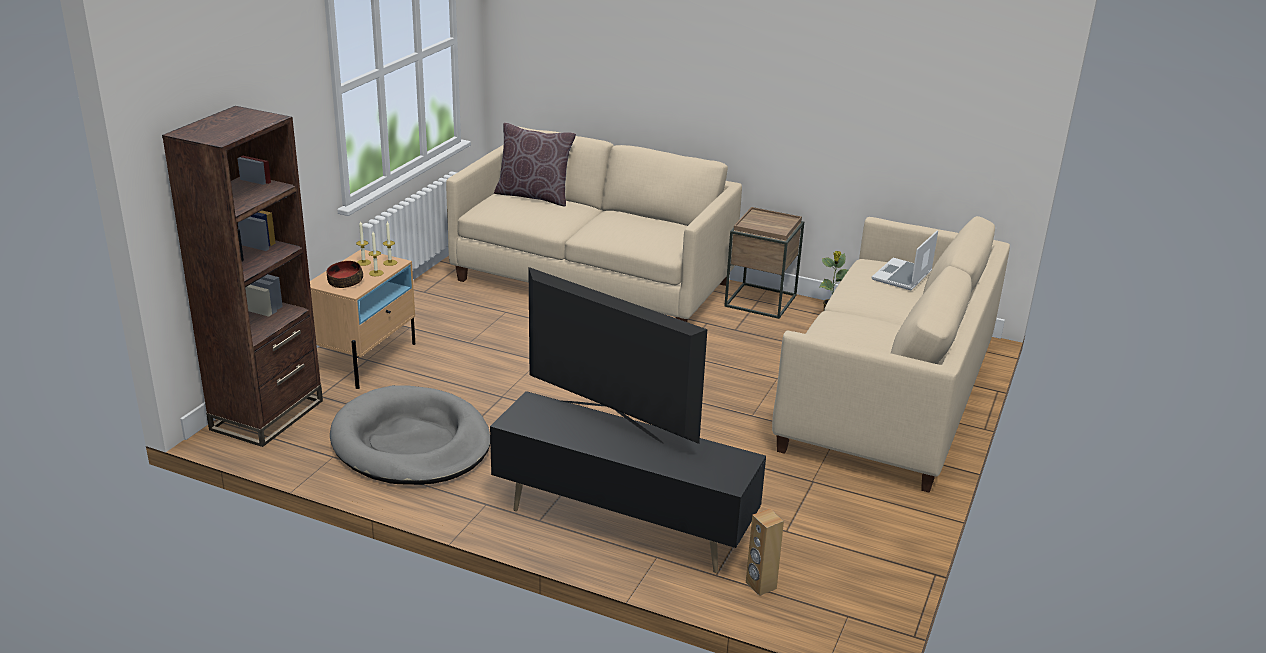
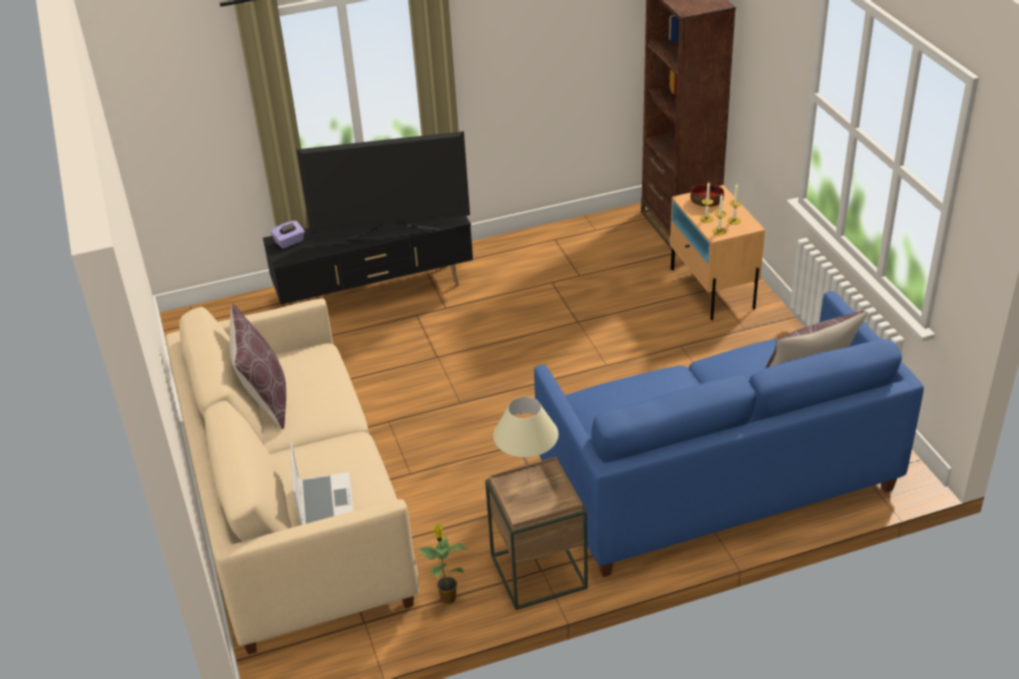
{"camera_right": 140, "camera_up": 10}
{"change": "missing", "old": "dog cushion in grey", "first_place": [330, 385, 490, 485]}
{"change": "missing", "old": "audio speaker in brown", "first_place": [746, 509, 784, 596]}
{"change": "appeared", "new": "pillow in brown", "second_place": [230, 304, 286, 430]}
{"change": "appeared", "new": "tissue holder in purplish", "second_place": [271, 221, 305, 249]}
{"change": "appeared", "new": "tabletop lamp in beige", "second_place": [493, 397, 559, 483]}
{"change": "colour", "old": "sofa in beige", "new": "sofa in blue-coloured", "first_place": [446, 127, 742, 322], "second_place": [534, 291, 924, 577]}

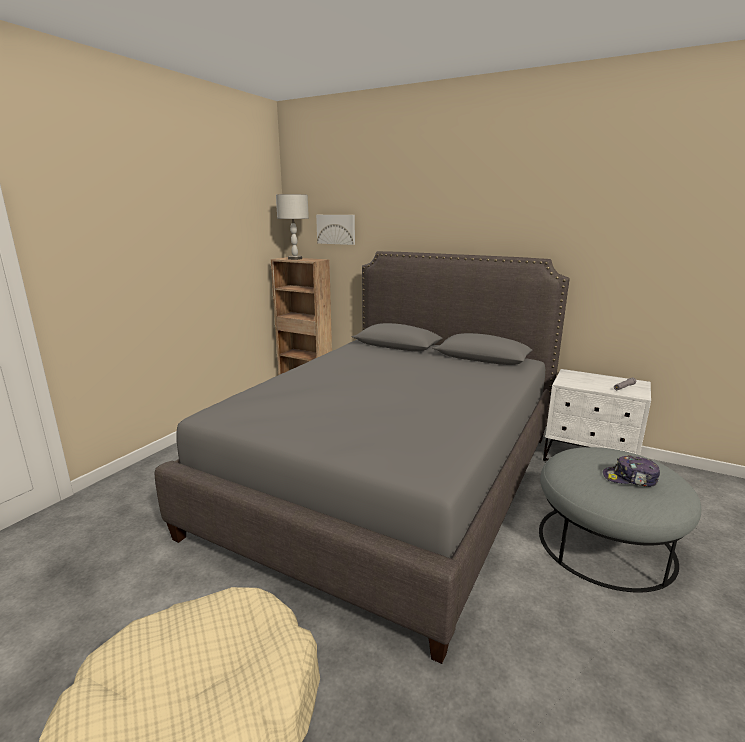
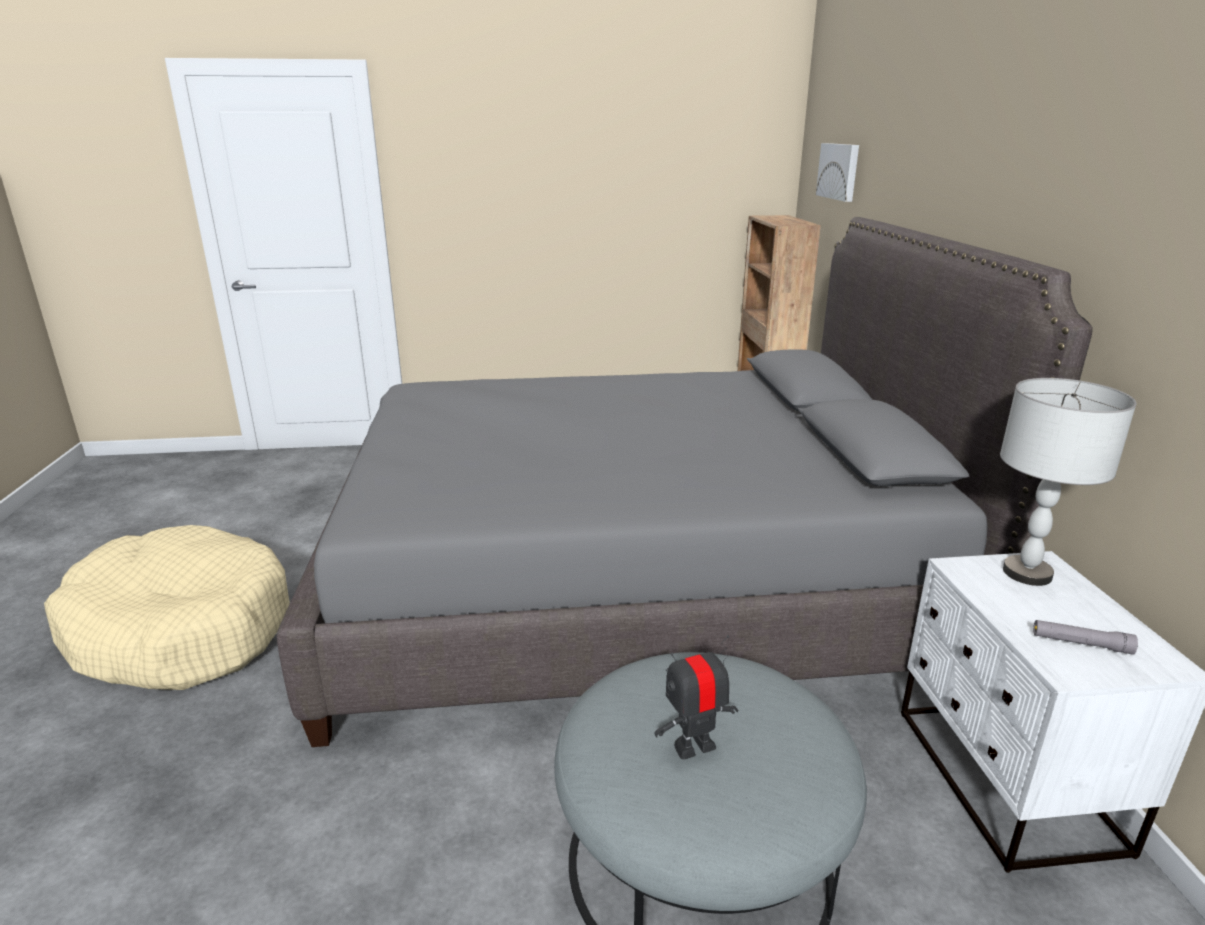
{"camera_right": 55, "camera_up": 5}
{"change": "relocated", "old": "tabletop lamp in grey", "first_place": [276, 194, 309, 260], "second_place": [1000, 378, 1137, 586]}
{"change": "exchanged", "old": "peaked cap", "new": "model robot", "first_place": [603, 455, 660, 487], "second_place": [654, 635, 738, 760]}

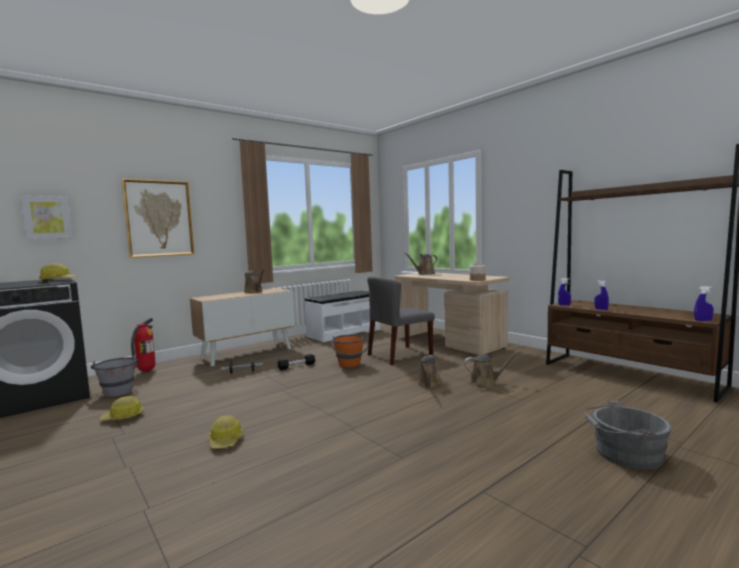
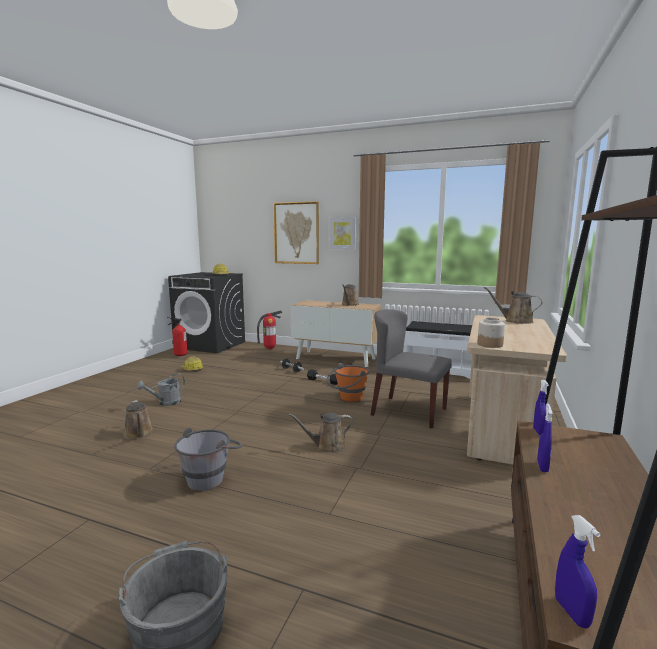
{"camera_right": 60, "camera_up": 5}
{"change": "appeared", "new": "fire extinguisher", "second_place": [167, 317, 187, 356]}
{"change": "relocated", "old": "wall picture", "first_place": [21, 195, 73, 240], "second_place": [329, 217, 356, 250]}
{"change": "relocated", "old": "bucket in grey", "first_place": [91, 355, 139, 397], "second_place": [174, 428, 242, 491]}
{"change": "relocated", "old": "watering pot in brown", "first_place": [464, 351, 519, 388], "second_place": [124, 400, 154, 439]}
{"change": "exchanged", "old": "safety helmet", "new": "watering pot in grey", "first_place": [208, 415, 243, 449], "second_place": [137, 373, 185, 406]}

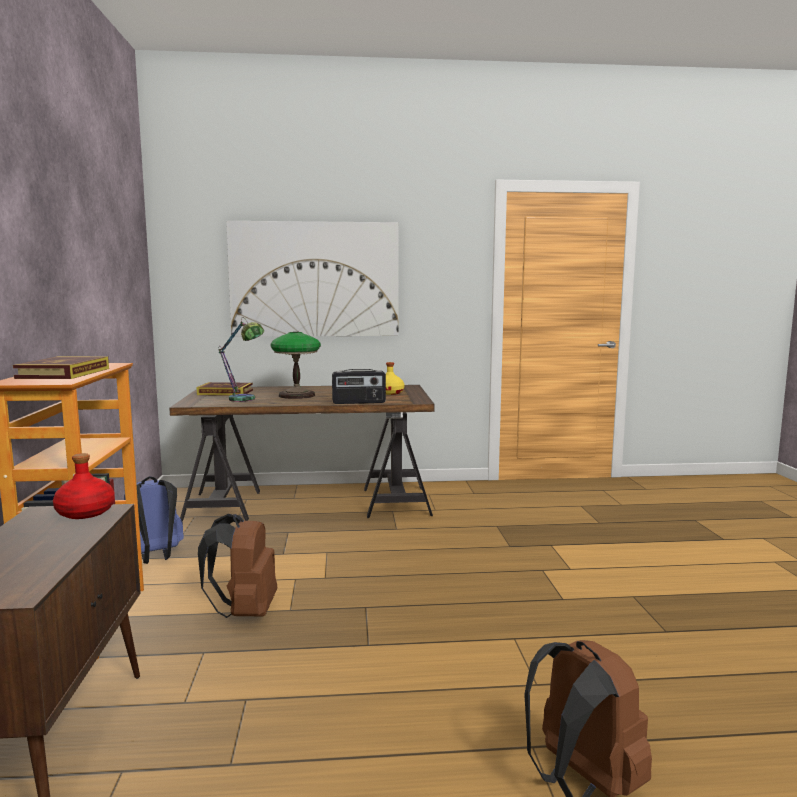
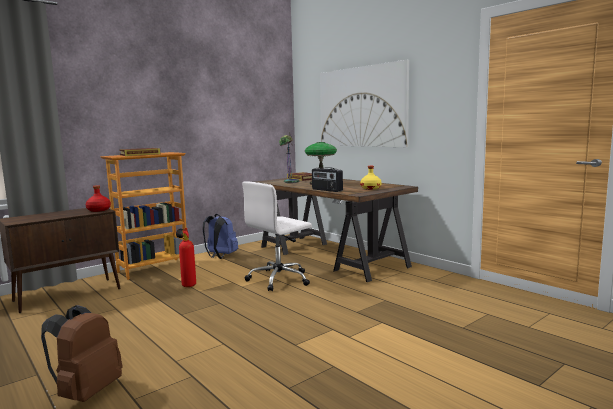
{"camera_right": 55, "camera_up": 0}
{"change": "appeared", "new": "computer chair in whitish", "second_place": [242, 181, 312, 291]}
{"change": "exchanged", "old": "backpack in brown", "new": "fire extinguisher", "first_place": [198, 514, 277, 618], "second_place": [176, 228, 196, 287]}

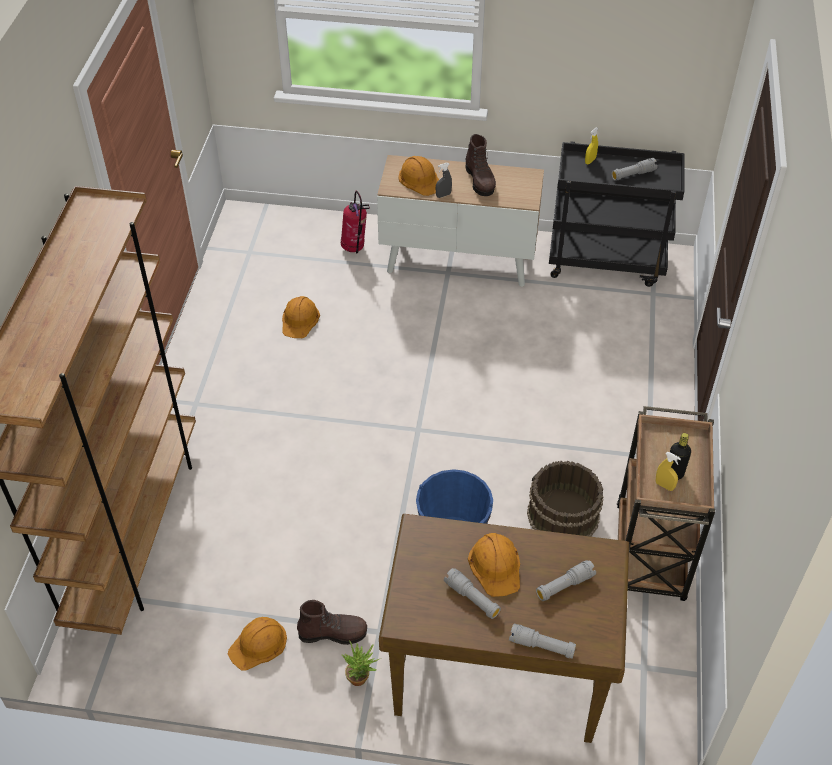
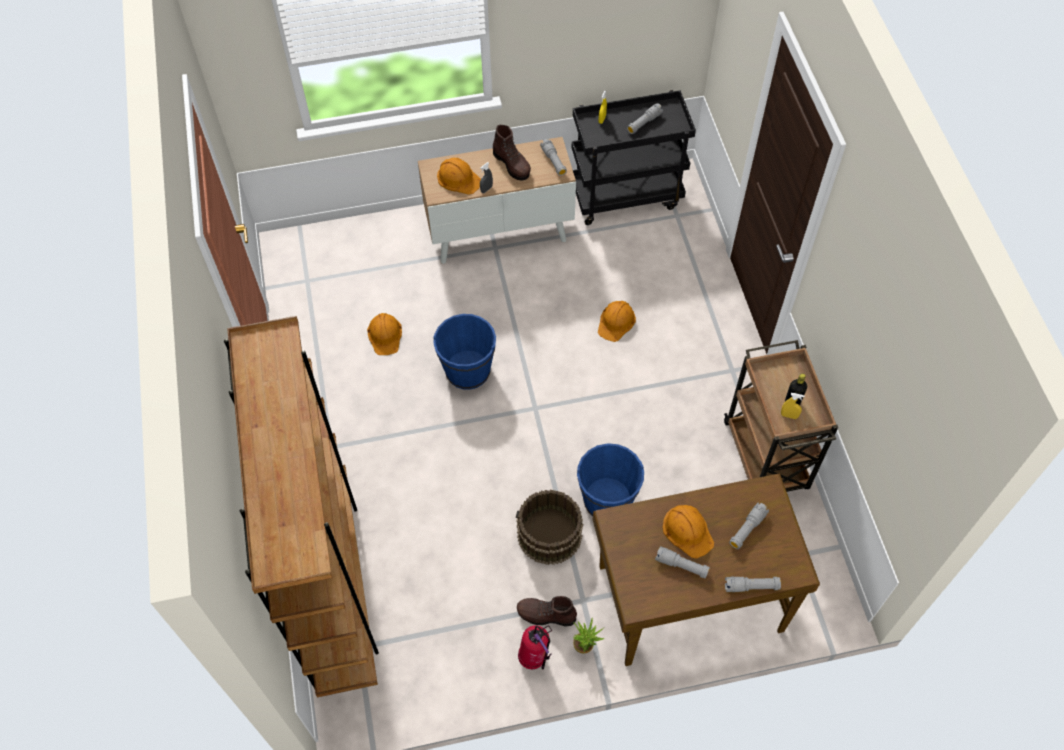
{"camera_right": -20, "camera_up": 10}
{"change": "appeared", "new": "bucket in blue-coloured", "second_place": [433, 314, 496, 390]}
{"change": "appeared", "new": "flashlight in grey", "second_place": [540, 139, 567, 176]}
{"change": "relocated", "old": "safety helmet in orangey", "first_place": [228, 617, 287, 671], "second_place": [598, 301, 636, 342]}
{"change": "relocated", "old": "fire extinguisher", "first_place": [341, 191, 370, 254], "second_place": [518, 625, 552, 669]}
{"change": "relocated", "old": "bucket in brown", "first_place": [527, 461, 604, 537], "second_place": [516, 489, 583, 565]}
{"change": "spun", "old": "boot in brown", "first_place": [297, 600, 367, 645], "second_place": [517, 596, 577, 627], "degrees": -150}

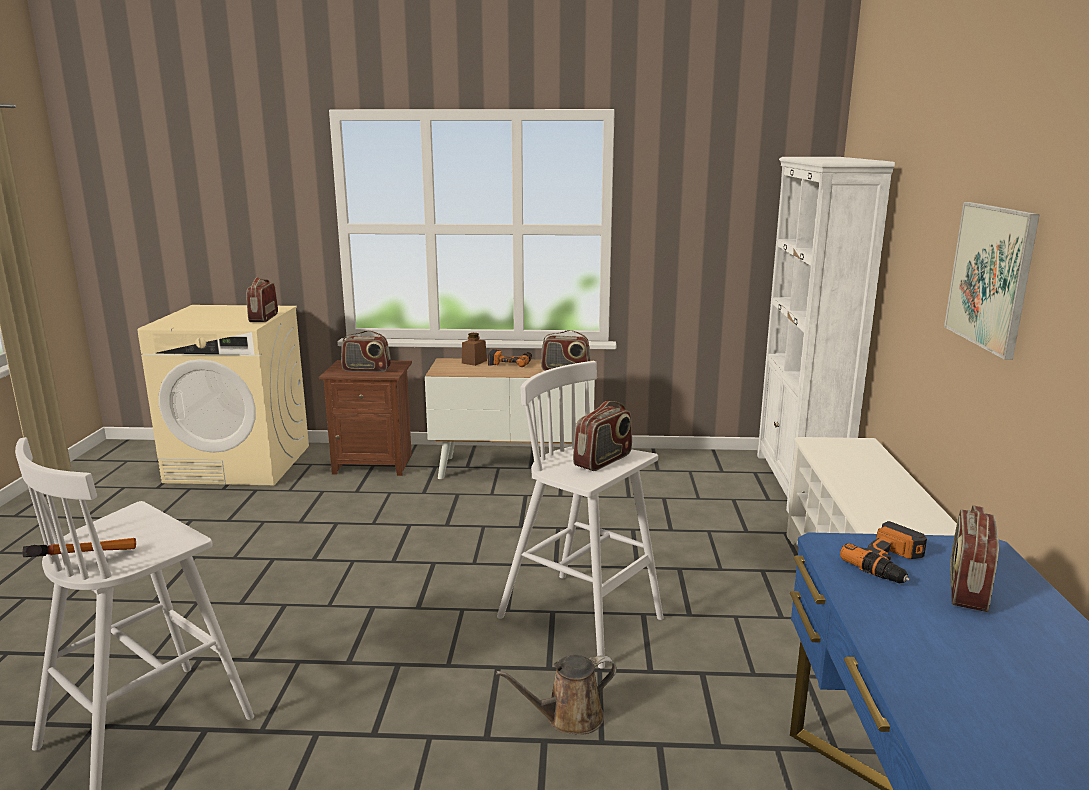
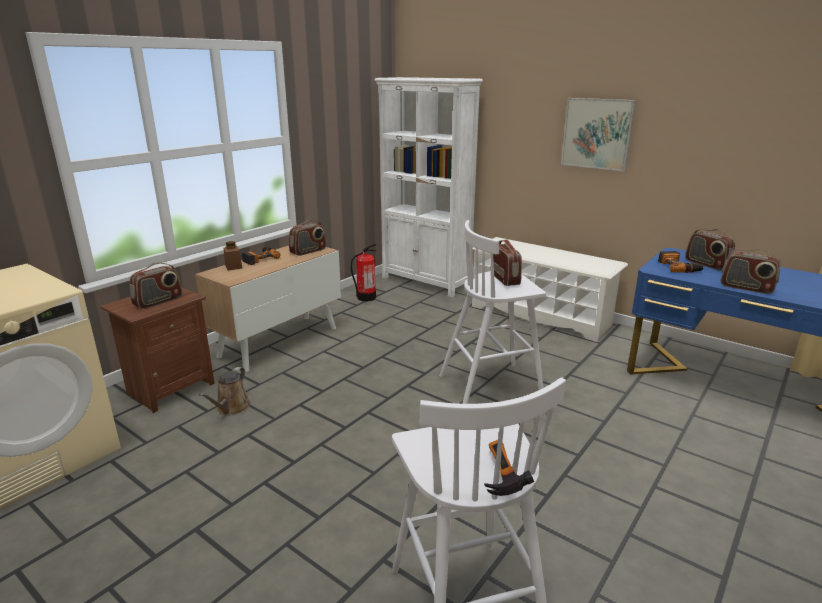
{"camera_right": -55, "camera_up": 5}
{"change": "appeared", "new": "fire extinguisher", "second_place": [351, 244, 377, 301]}
{"change": "relocated", "old": "radio set", "first_place": [246, 277, 278, 322], "second_place": [721, 249, 781, 294]}
{"change": "relocated", "old": "watering pot in brown", "first_place": [496, 655, 617, 735], "second_place": [199, 367, 251, 415]}

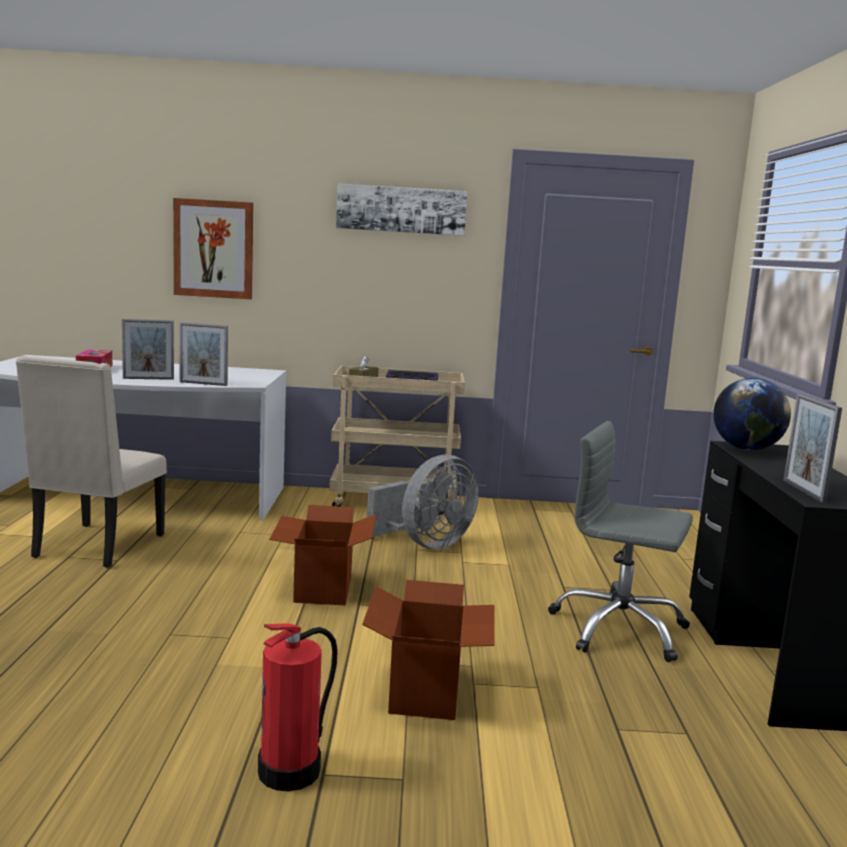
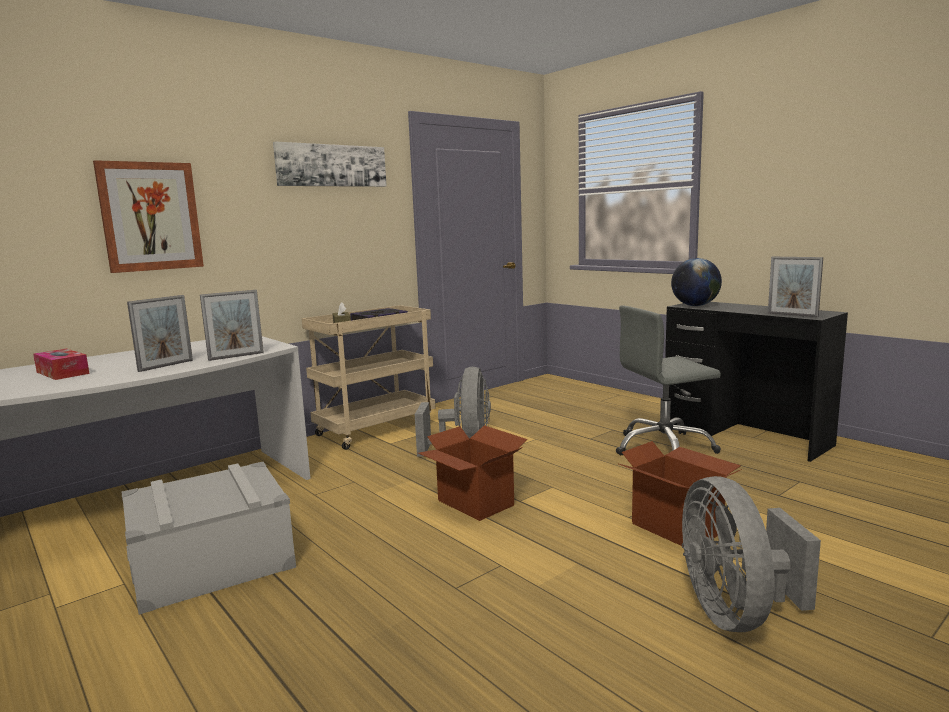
{"camera_right": -40, "camera_up": 0}
{"change": "exchanged", "old": "chair in beige", "new": "storage box in grey", "first_place": [16, 356, 167, 568], "second_place": [122, 462, 296, 615]}
{"change": "exchanged", "old": "fire extinguisher", "new": "electric fan in grey", "first_place": [258, 623, 338, 791], "second_place": [682, 476, 821, 632]}

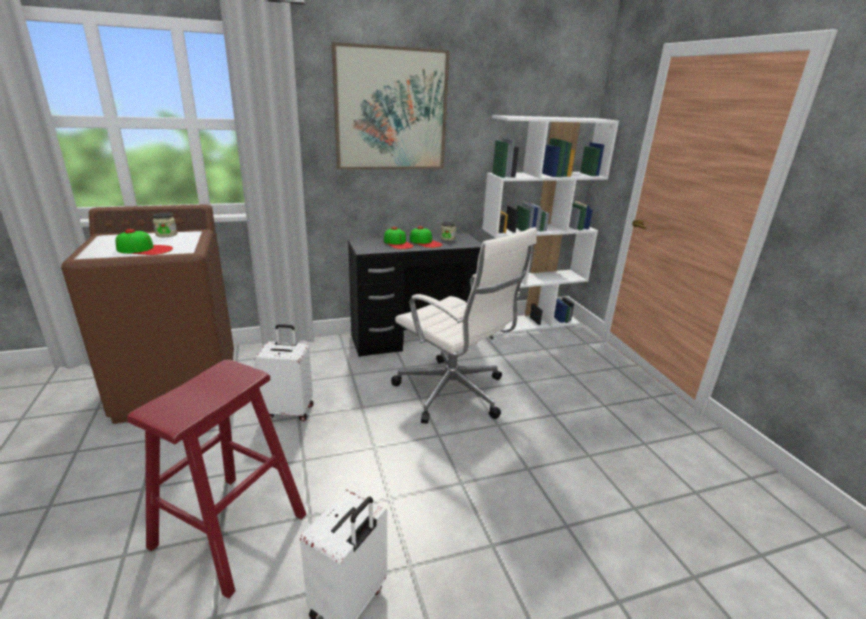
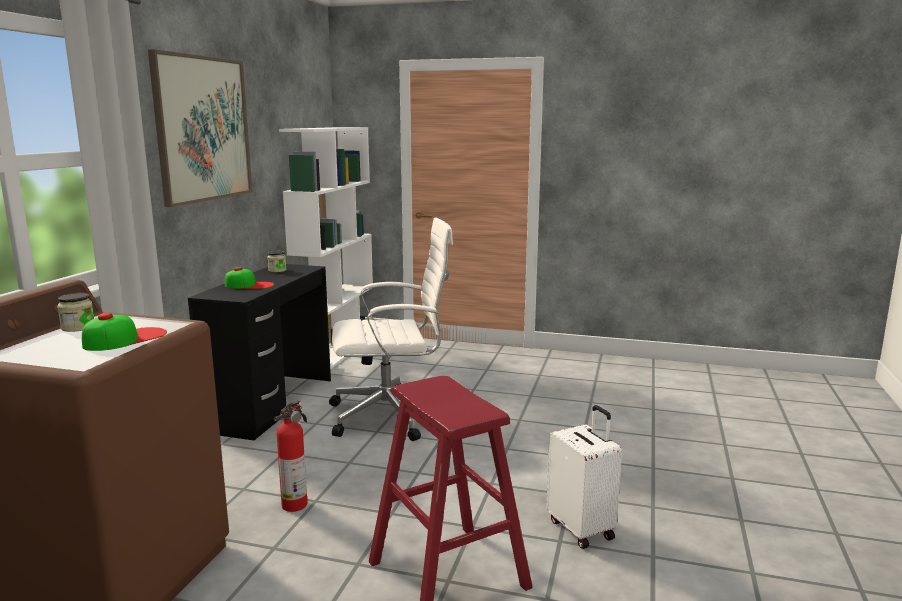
{"camera_right": -55, "camera_up": -10}
{"change": "missing", "old": "peaked cap", "first_place": [410, 226, 443, 248]}
{"change": "exchanged", "old": "suitcase in whitish", "new": "fire extinguisher", "first_place": [254, 324, 314, 421], "second_place": [274, 400, 307, 512]}

